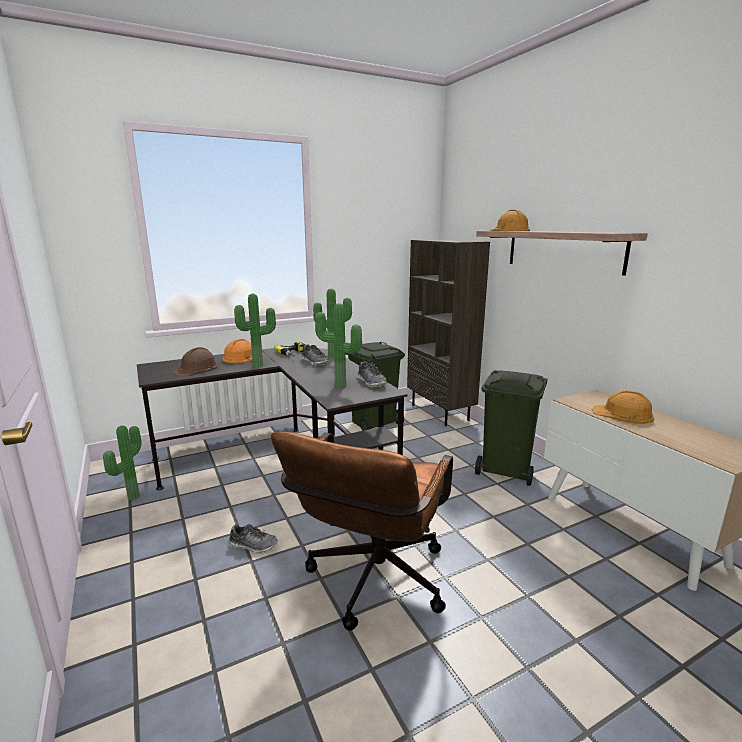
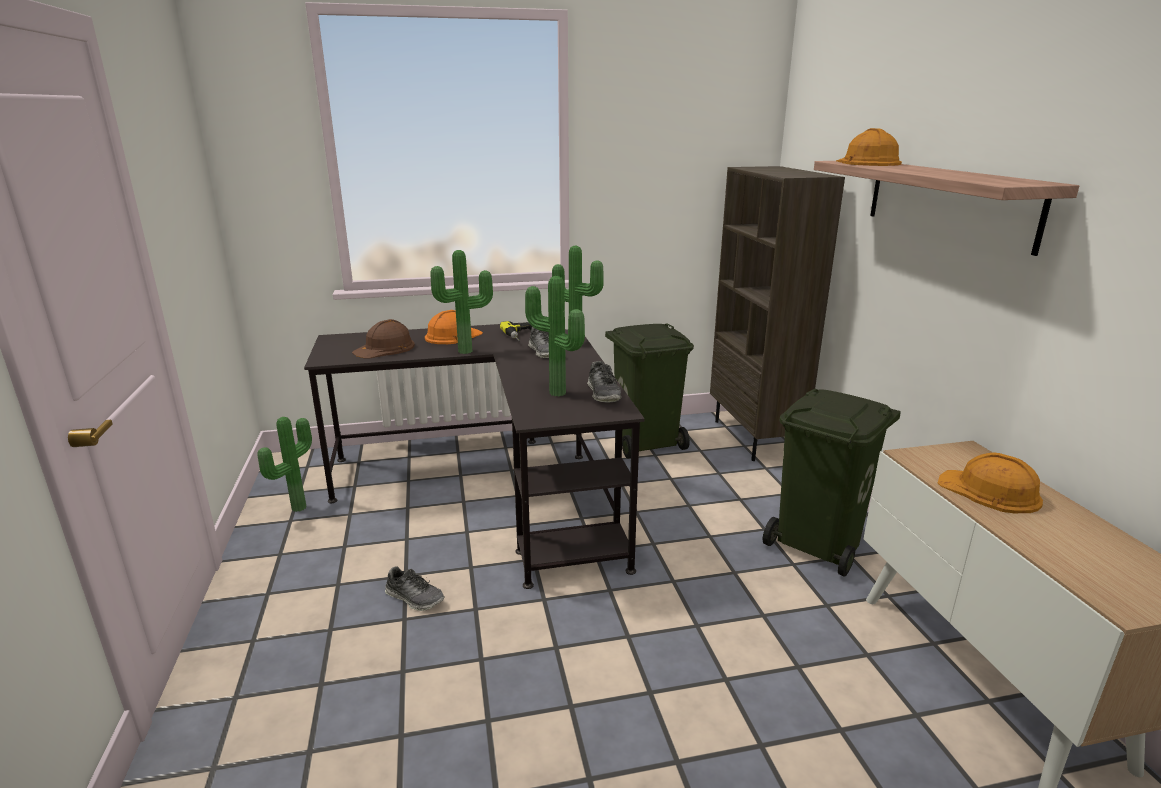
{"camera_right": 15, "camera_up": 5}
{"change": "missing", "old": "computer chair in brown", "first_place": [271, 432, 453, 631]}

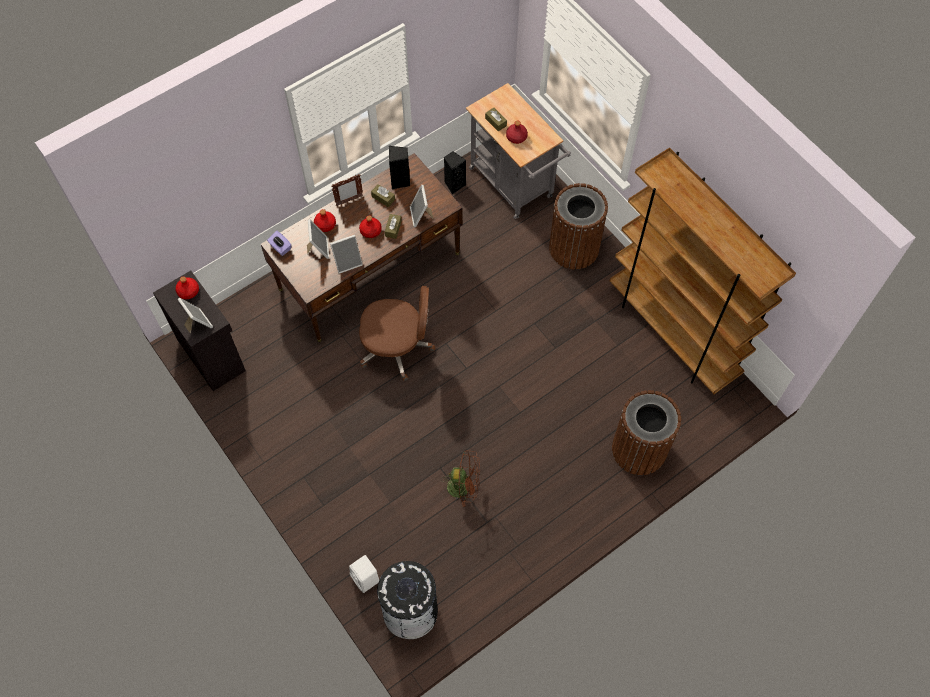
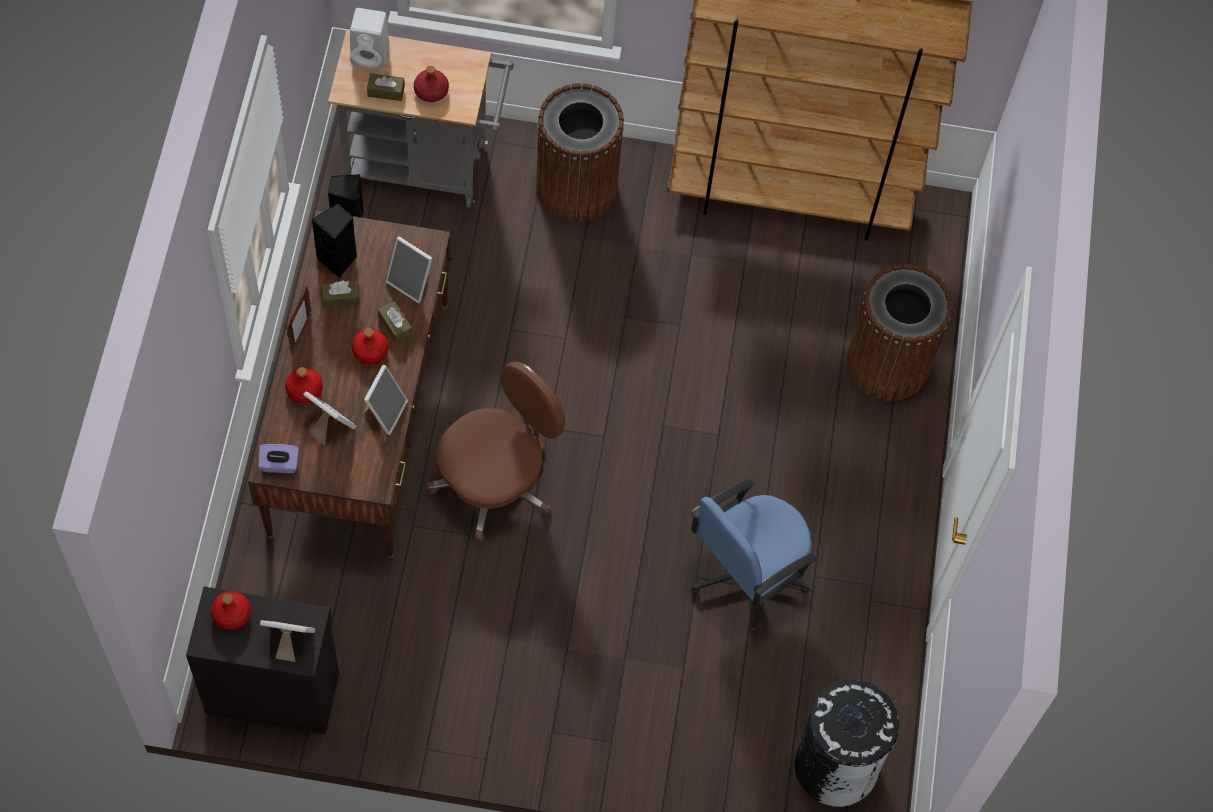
{"camera_right": -50, "camera_up": 0}
{"change": "relocated", "old": "audio speaker in whitish", "first_place": [349, 555, 379, 593], "second_place": [350, 8, 389, 69]}
{"change": "exchanged", "old": "electric fan in brown", "new": "computer chair in blue-coloured", "first_place": [441, 450, 480, 507], "second_place": [691, 479, 817, 632]}

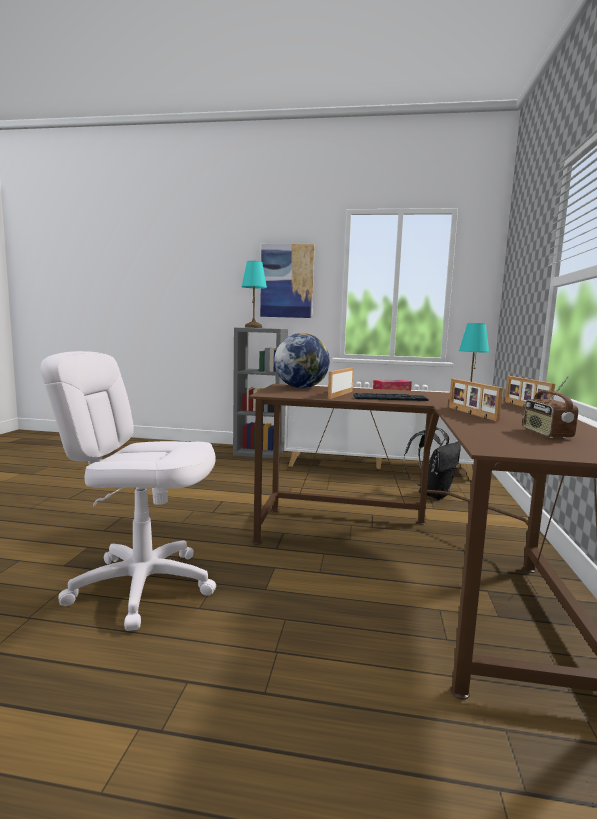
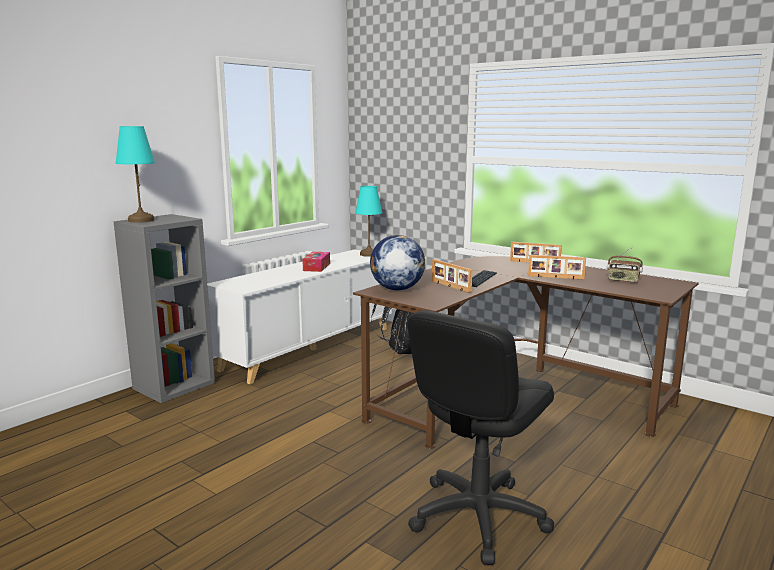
{"camera_right": -60, "camera_up": 5}
{"change": "missing", "old": "wall picture", "first_place": [260, 244, 315, 318]}
{"change": "colour", "old": "computer chair in whitish", "new": "computer chair in black", "first_place": [40, 351, 216, 631], "second_place": [407, 310, 554, 565]}

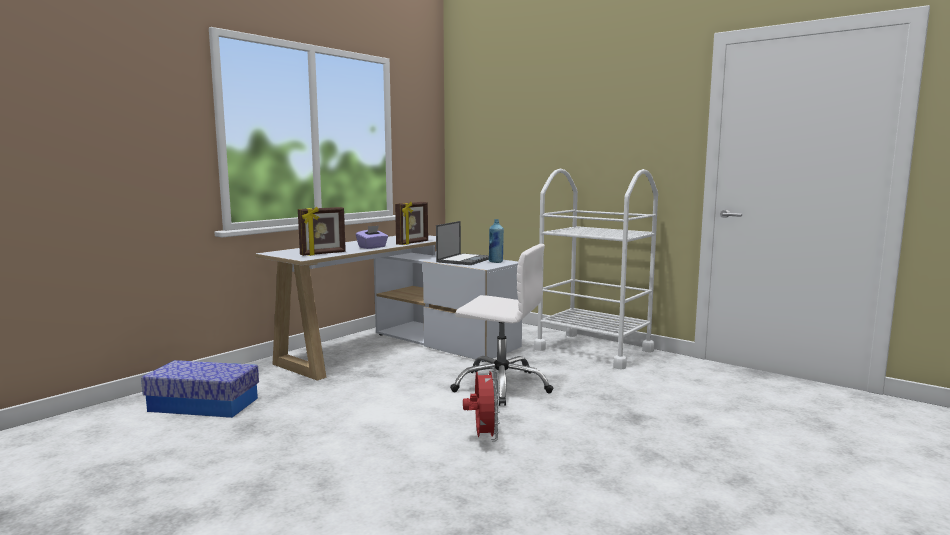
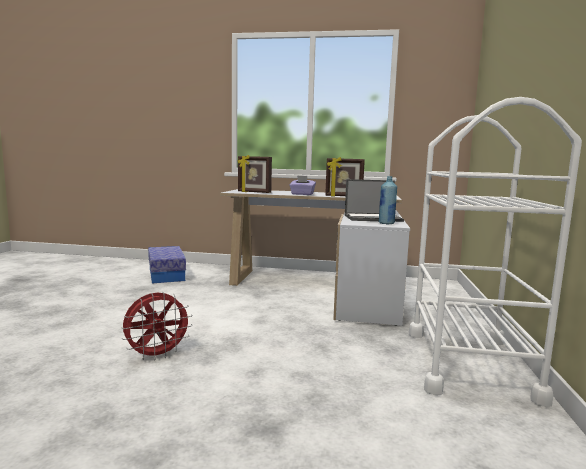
{"camera_right": 60, "camera_up": 0}
{"change": "missing", "old": "computer chair in whitish", "first_place": [450, 244, 553, 406]}

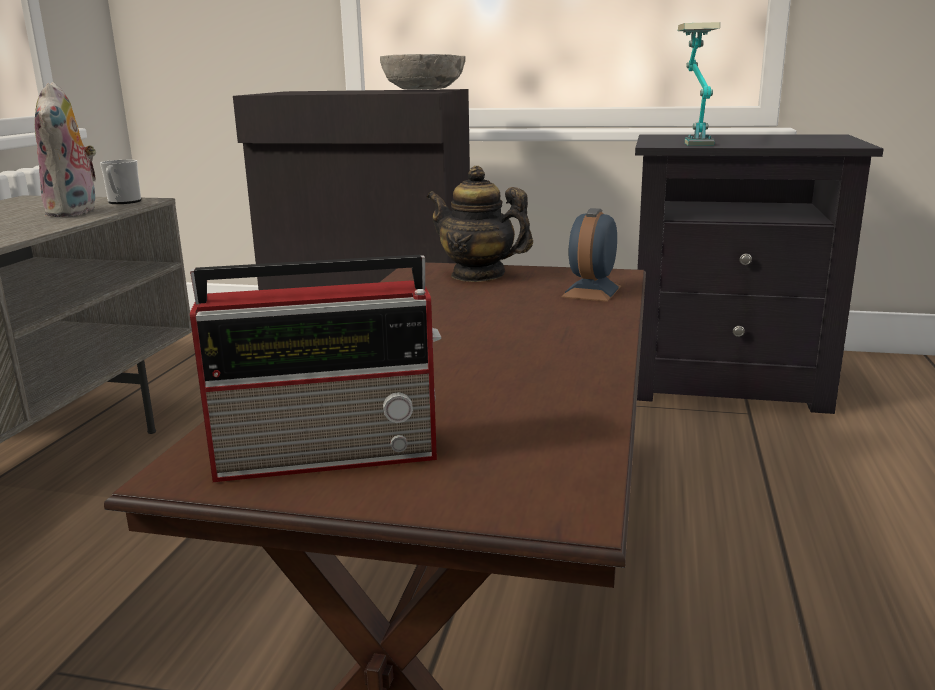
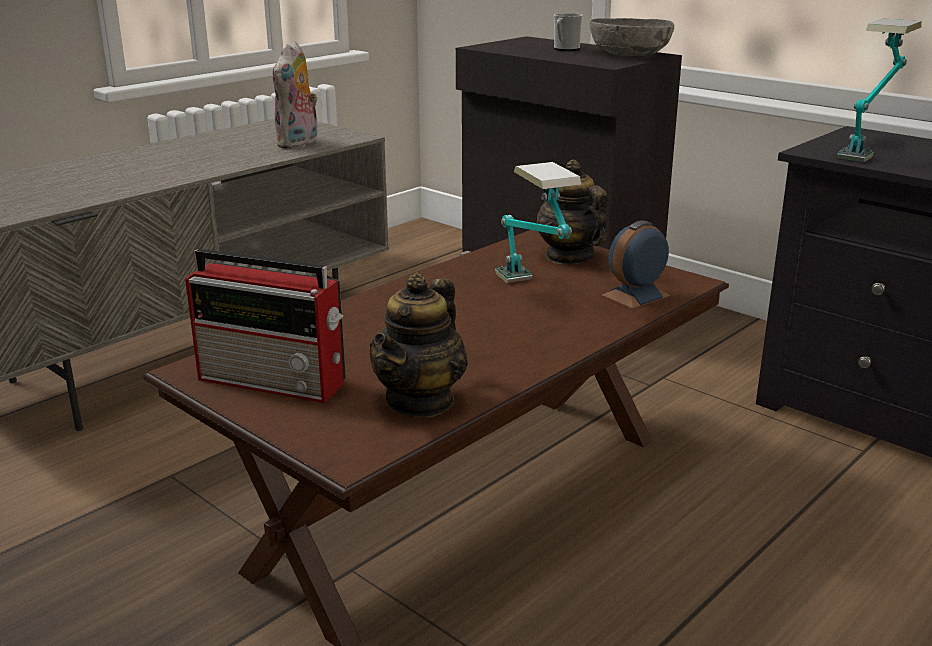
{"camera_right": 30, "camera_up": 5}
{"change": "appeared", "new": "pot for tea", "second_place": [370, 272, 468, 418]}
{"change": "appeared", "new": "tabletop lamp", "second_place": [495, 162, 582, 283]}
{"change": "relocated", "old": "mug", "first_place": [100, 160, 141, 204], "second_place": [554, 13, 583, 51]}

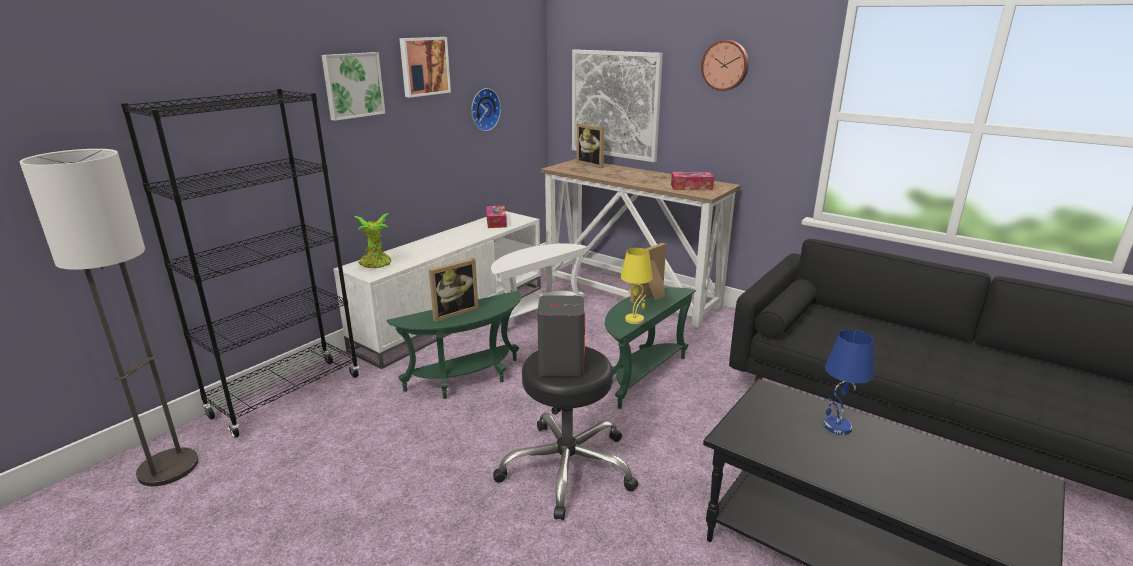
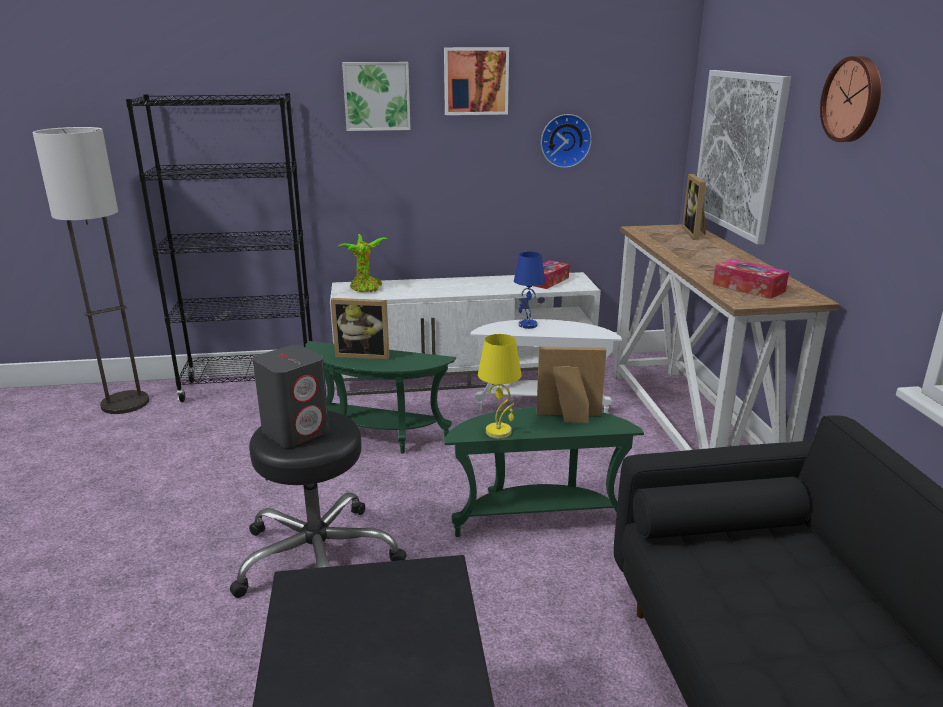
{"camera_right": 45, "camera_up": 0}
{"change": "relocated", "old": "tabletop lamp in blue-coloured", "first_place": [824, 330, 874, 435], "second_place": [514, 252, 545, 329]}

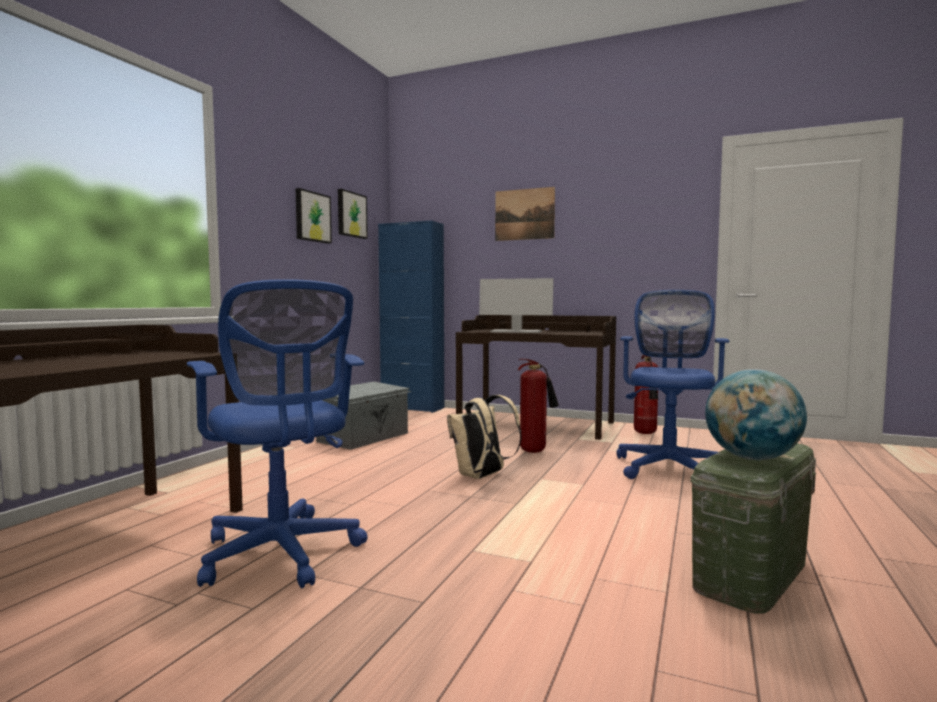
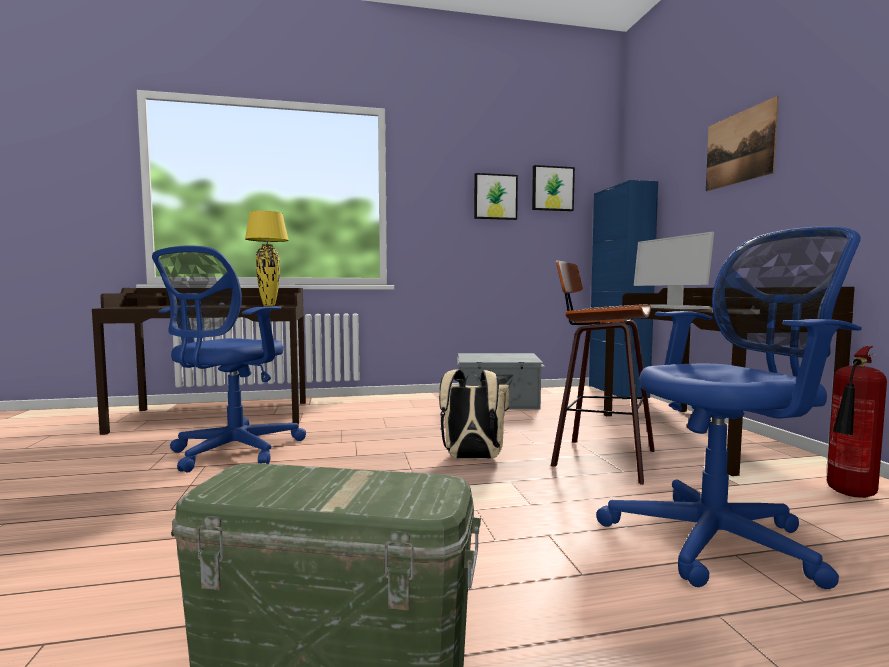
{"camera_right": 55, "camera_up": 0}
{"change": "missing", "old": "desk globe", "first_place": [705, 369, 807, 460]}
{"change": "appeared", "new": "tabletop lamp in yellowish", "second_place": [245, 211, 289, 306]}
{"change": "exchanged", "old": "fire extinguisher", "new": "stool", "first_place": [518, 359, 559, 453], "second_place": [551, 261, 655, 485]}

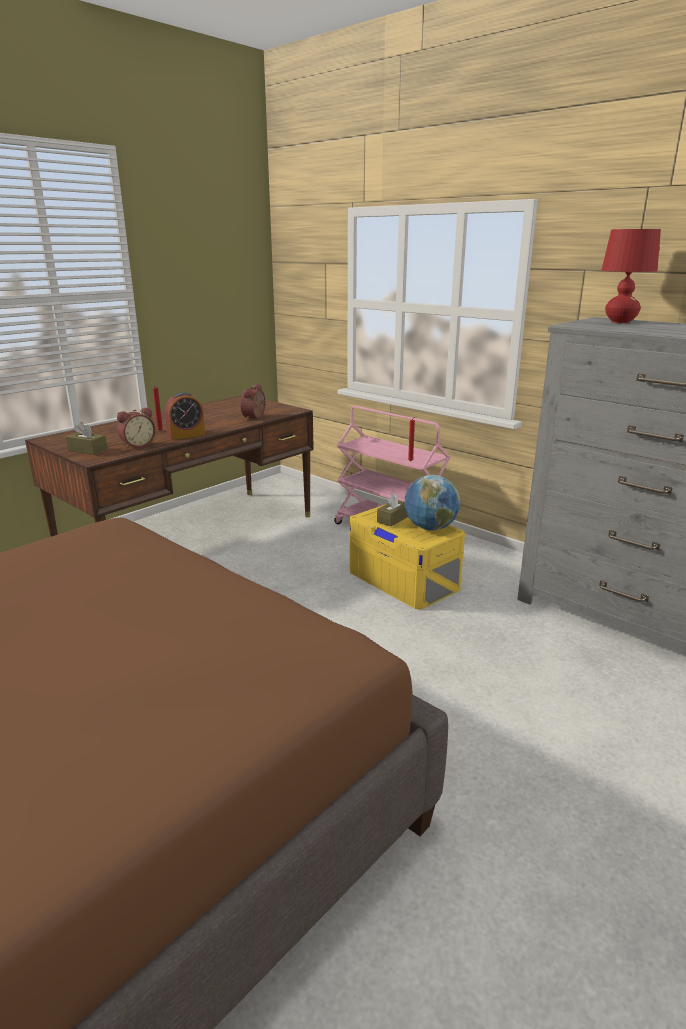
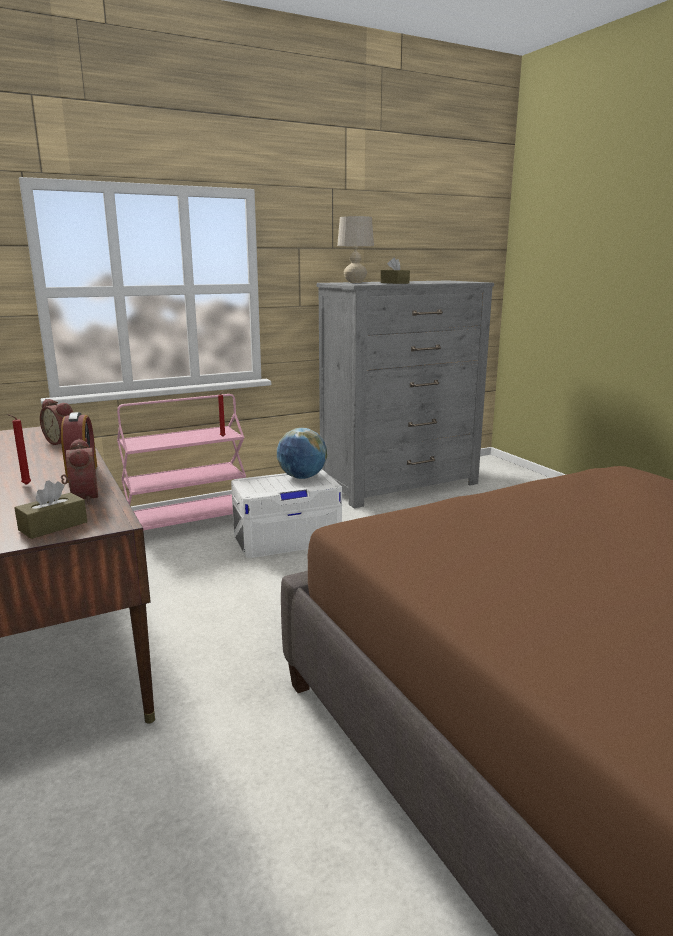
{"camera_right": -70, "camera_up": -5}
{"change": "relocated", "old": "tissue holder in brown", "first_place": [377, 493, 408, 526], "second_place": [381, 257, 410, 284]}
{"change": "colour", "old": "storage box in yellowish", "new": "storage box in whitish", "first_place": [350, 504, 465, 610], "second_place": [231, 470, 342, 558]}
{"change": "colour", "old": "tabletop lamp in reddish", "new": "tabletop lamp in beige", "first_place": [602, 229, 661, 323], "second_place": [337, 216, 374, 283]}

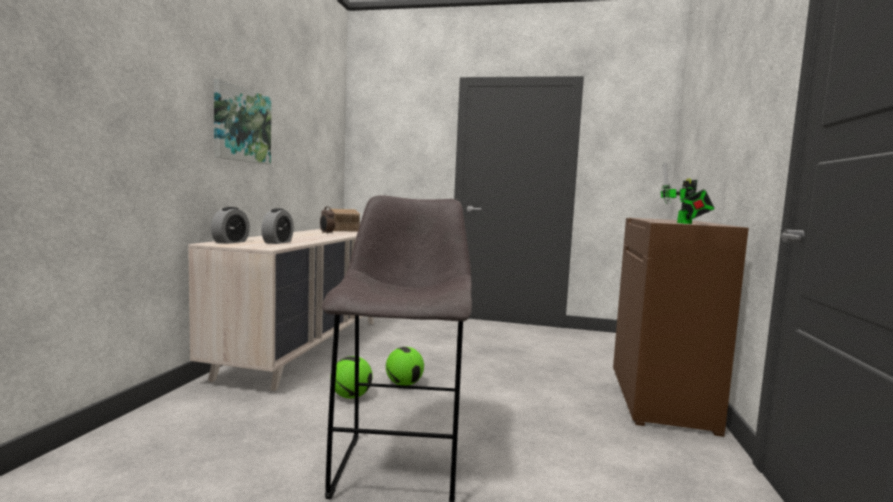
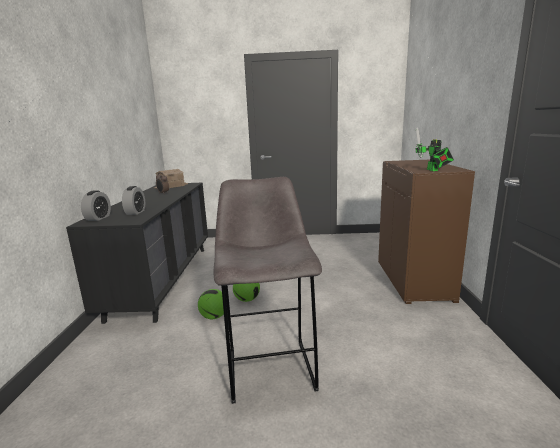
{"camera_right": -10, "camera_up": 10}
{"change": "missing", "old": "wall picture", "first_place": [214, 79, 271, 164]}
{"change": "colour", "old": "dresser in beige", "new": "dresser in black", "first_place": [188, 229, 374, 391], "second_place": [66, 183, 208, 324]}

